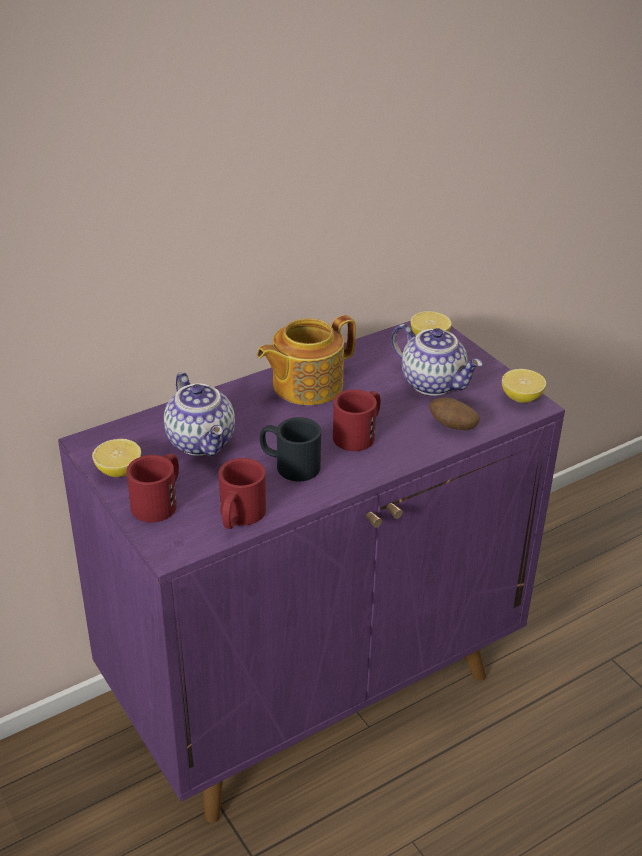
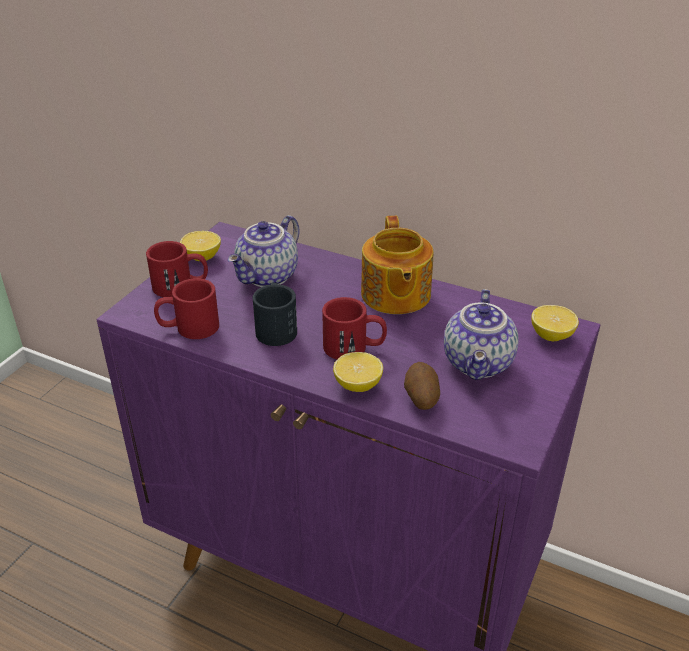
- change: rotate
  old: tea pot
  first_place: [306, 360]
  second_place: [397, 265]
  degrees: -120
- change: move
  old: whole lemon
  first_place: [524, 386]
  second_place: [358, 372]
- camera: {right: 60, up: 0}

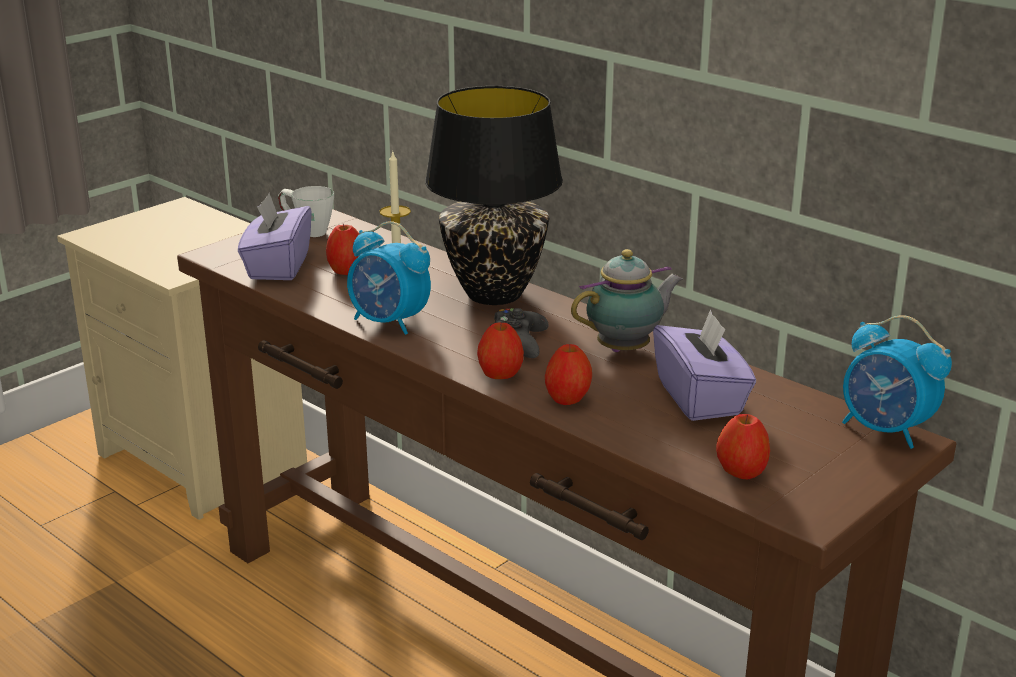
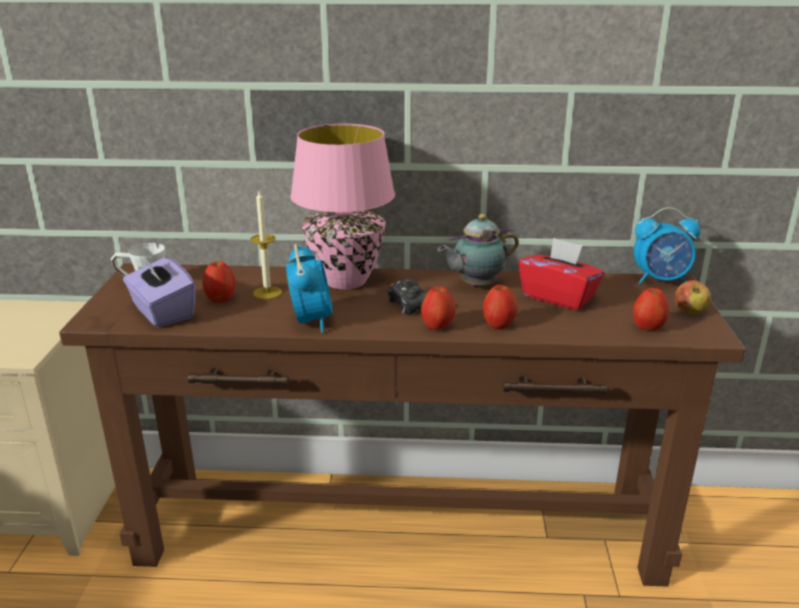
- change: recolor
  old: black table lamp
  new: pink-coloured table lamp
  first_place: [494, 195]
  second_place: [342, 206]
- change: rotate
  old: bedside clock
  first_place: [389, 278]
  second_place: [309, 288]
  degrees: -90
- change: rotate
  old: tea pot
  first_place: [627, 300]
  second_place: [478, 250]
  degrees: -135
- change: recolor
  old: purple box of tissues
  new: reddish box of tissues
  first_place: [704, 365]
  second_place: [561, 274]
- change: insert
  new: apple fruit
  second_place: [693, 297]
- camera: {right: -40, up: 0}

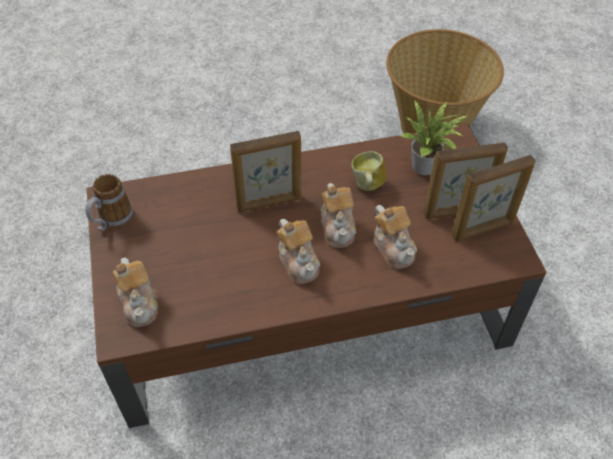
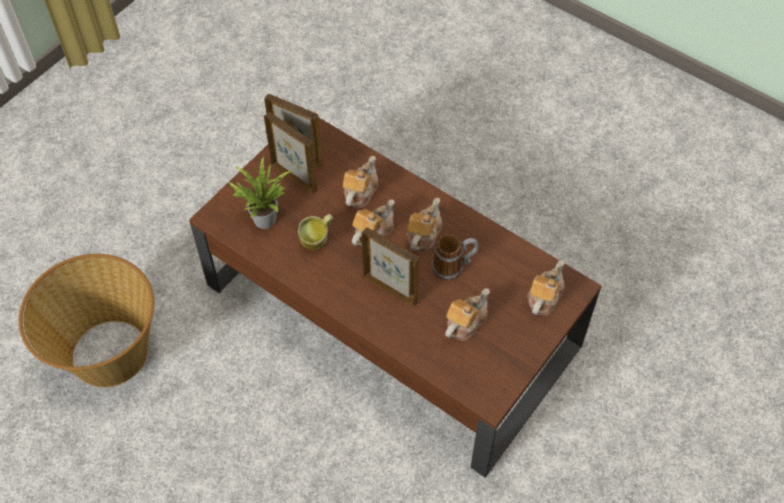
- change: move
  old: tea mug
  first_place: [109, 202]
  second_place: [455, 257]
- change: insert
  new: tea pot
  second_place: [467, 314]
- camera: {right: -130, up: 5}

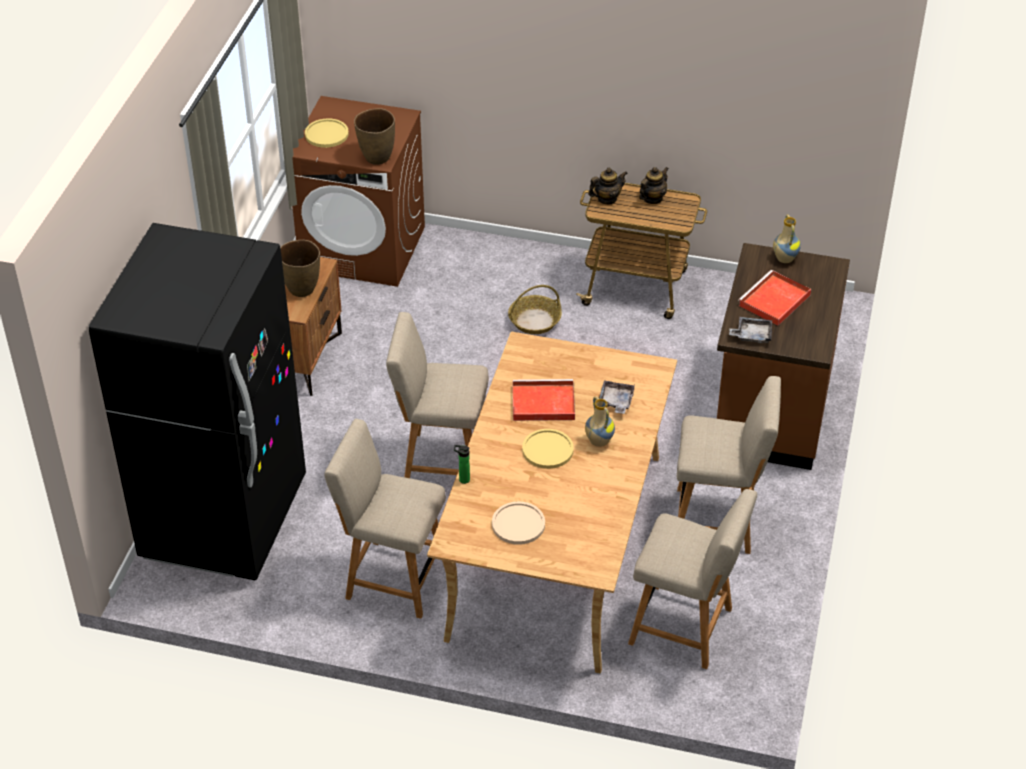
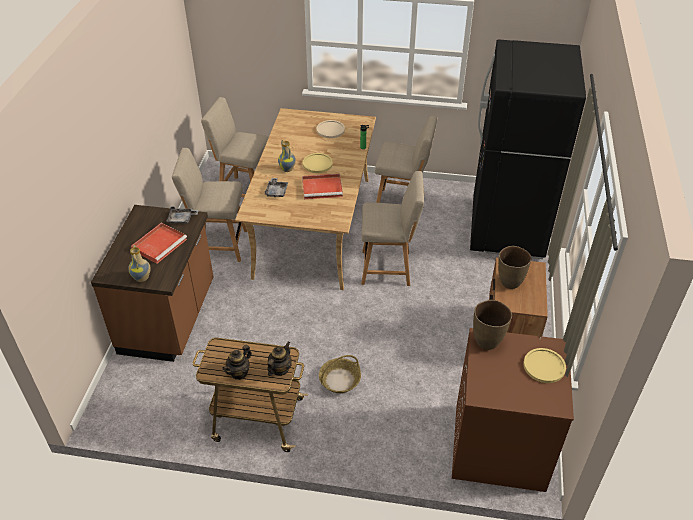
- change: rotate
  old: tea pot
  first_place: [608, 186]
  second_place: [279, 359]
  degrees: 150
- camera: {right: 175, up: 0}

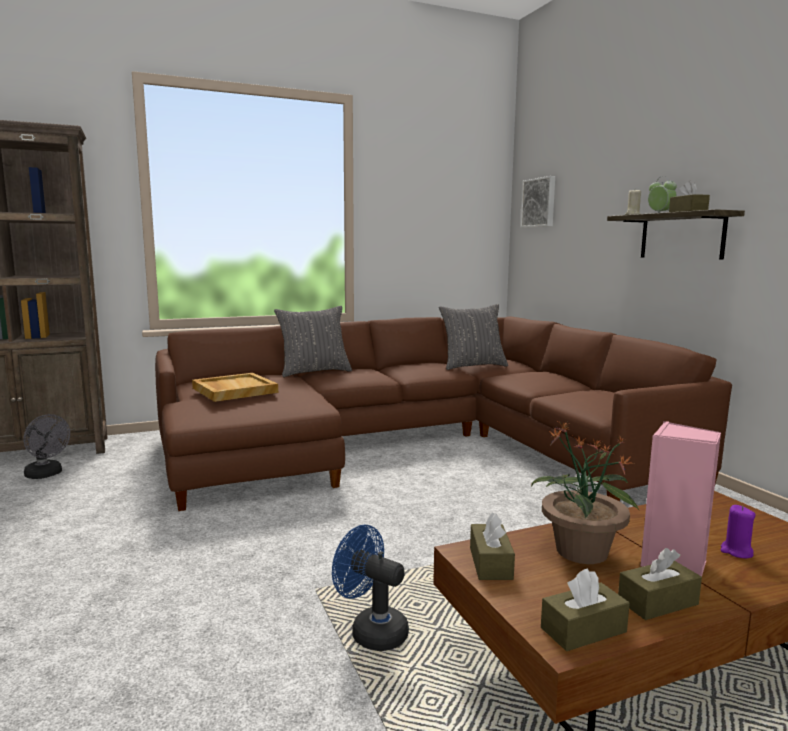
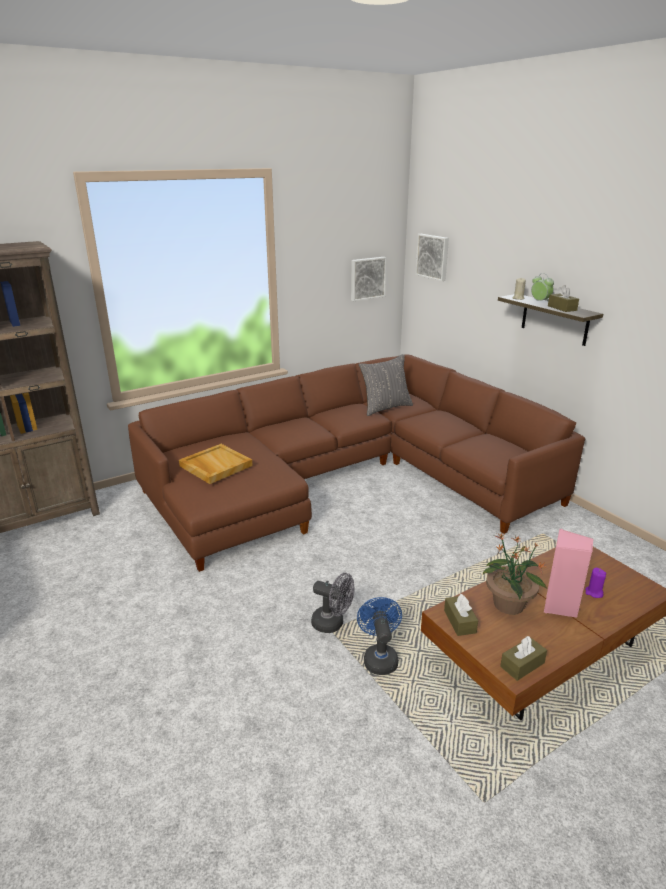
- change: delete
  old: gray cushion
  first_place: [313, 341]
- change: move
  old: gray electric fan
  first_place: [46, 446]
  second_place: [333, 603]
- change: rotate
  old: blue electric fan
  first_place: [370, 588]
  second_place: [379, 636]
  degrees: 60
- change: delete
  old: brownish box of tissues
  first_place: [660, 584]
- change: insert
  new: wall picture
  second_place: [369, 279]
- camera: {right: -10, up: 15}

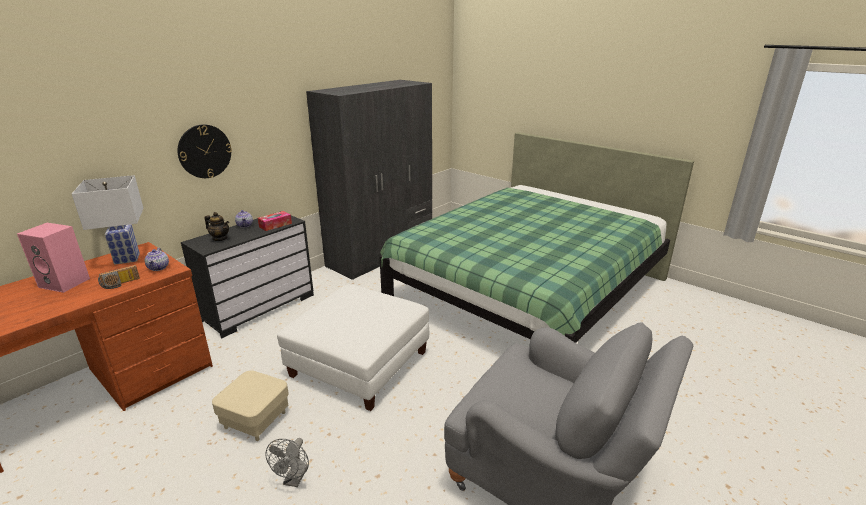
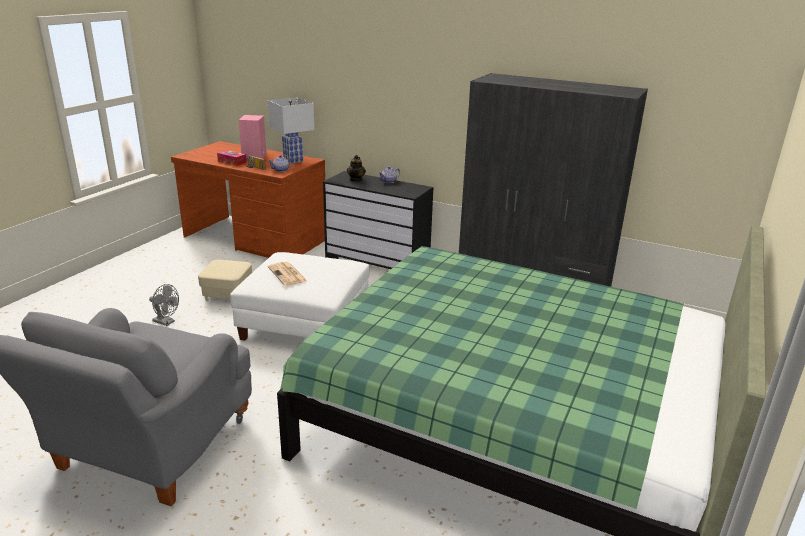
- change: delete
  old: clock on the wall
  first_place: [204, 151]
- change: move
  old: box of tissues
  first_place: [275, 221]
  second_place: [232, 158]
- change: rotate
  old: gray electric fan
  first_place: [287, 462]
  second_place: [164, 305]
  degrees: -150
- change: insert
  new: daily paper
  second_place: [287, 274]
- camera: {right: 75, up: 0}

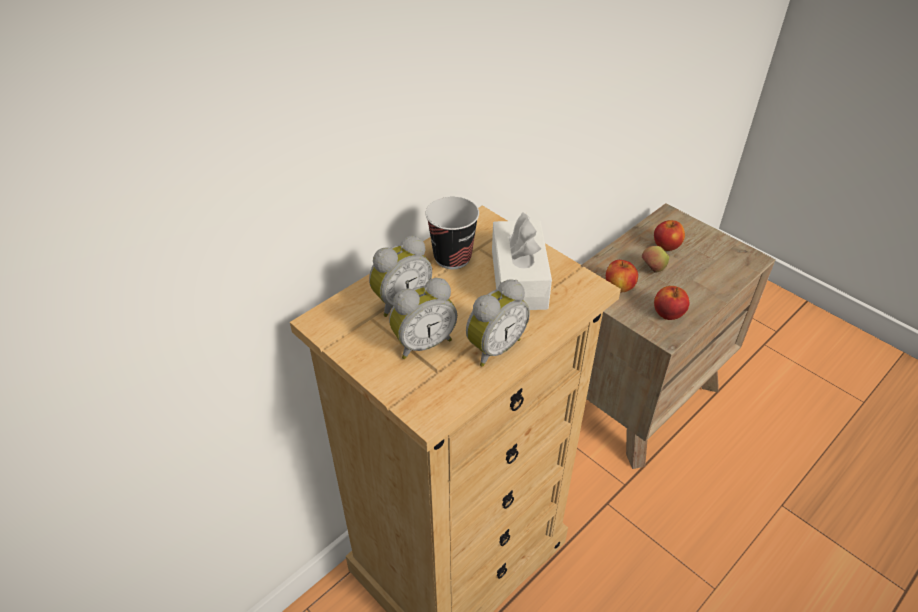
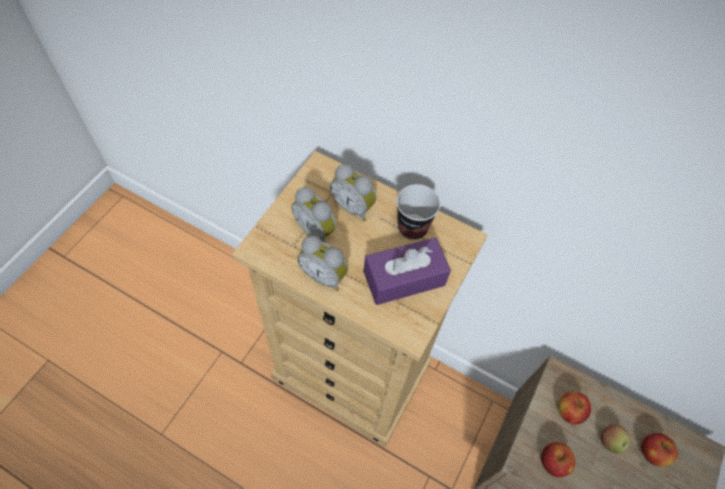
- change: recolor
  old: white-coloured box of tissues
  new: purple box of tissues
  first_place: [522, 261]
  second_place: [407, 271]
- camera: {right: 70, up: 15}

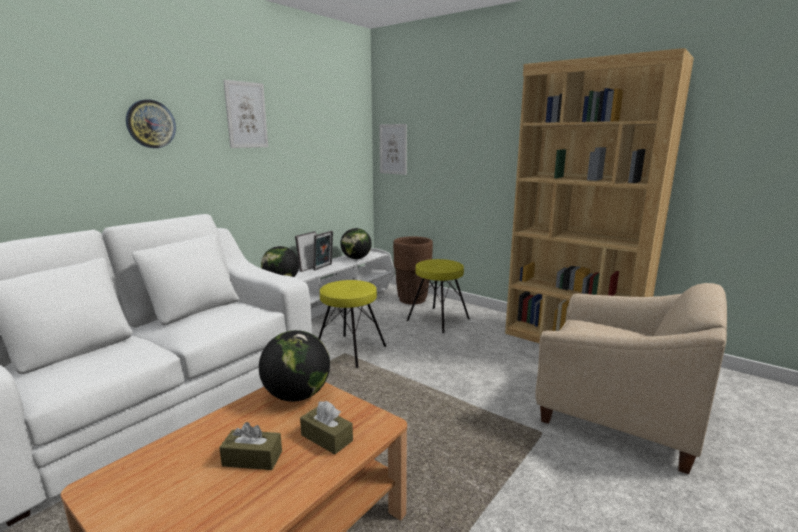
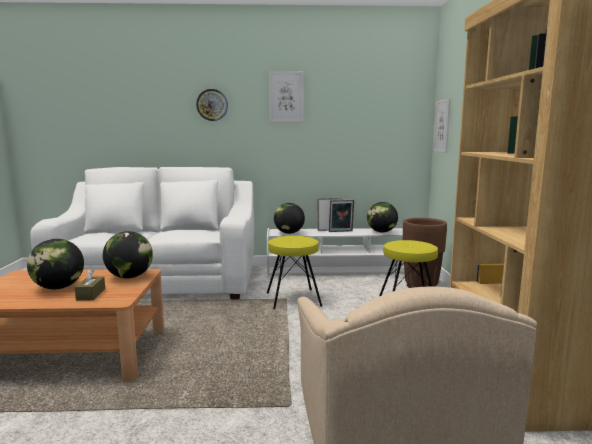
- change: replace
  old: brownish box of tissues
  new: desk globe
  first_place: [250, 446]
  second_place: [55, 264]
- camera: {right: 50, up: -5}

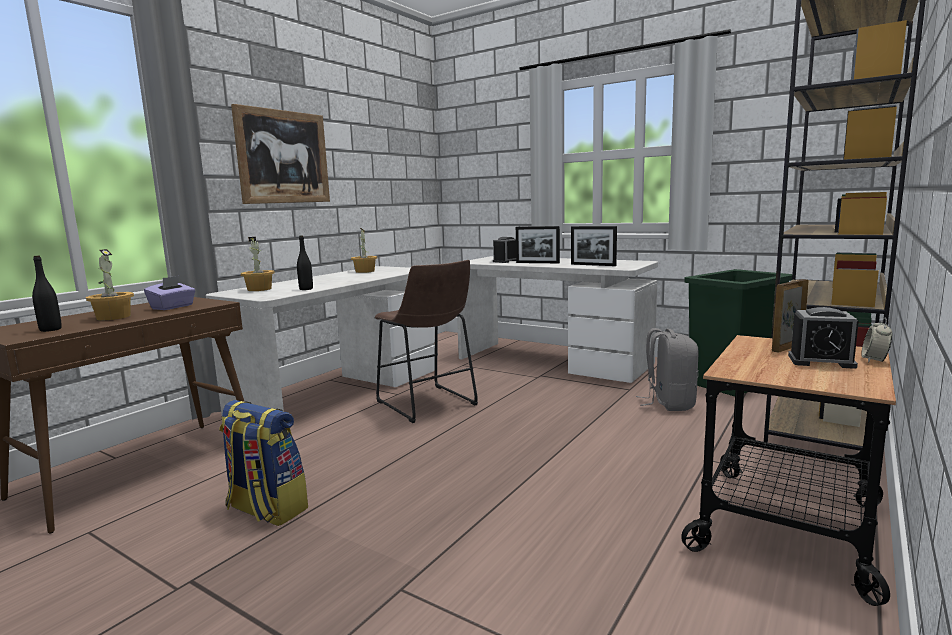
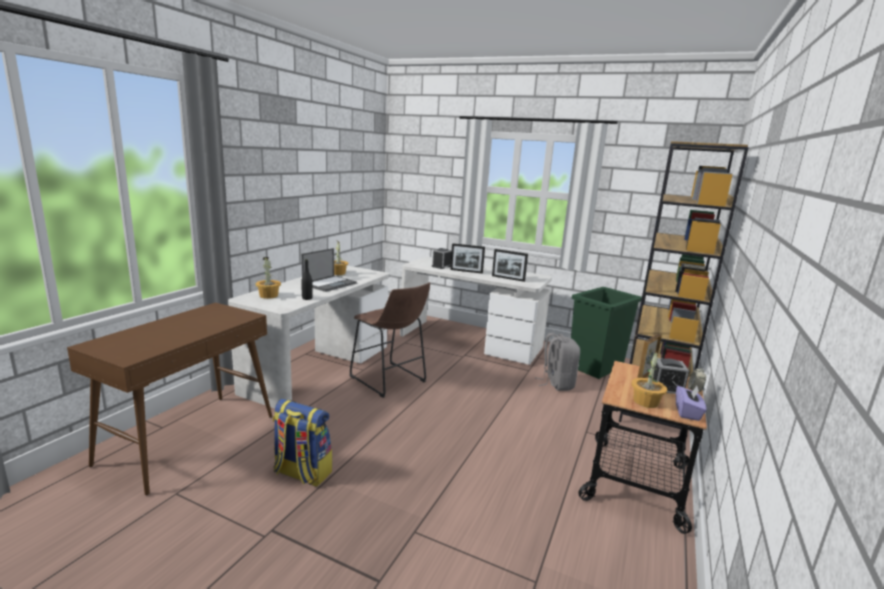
- change: delete
  old: wall picture
  first_place: [280, 154]
- change: move
  old: houseplant
  first_place: [110, 284]
  second_place: [649, 379]
- change: delete
  old: black drink bottle
  first_place: [47, 293]
- change: move
  old: purple box of tissues
  first_place: [170, 293]
  second_place: [691, 403]
- change: insert
  new: notebook computer
  second_place: [329, 270]
- camera: {right: -10, up: 5}

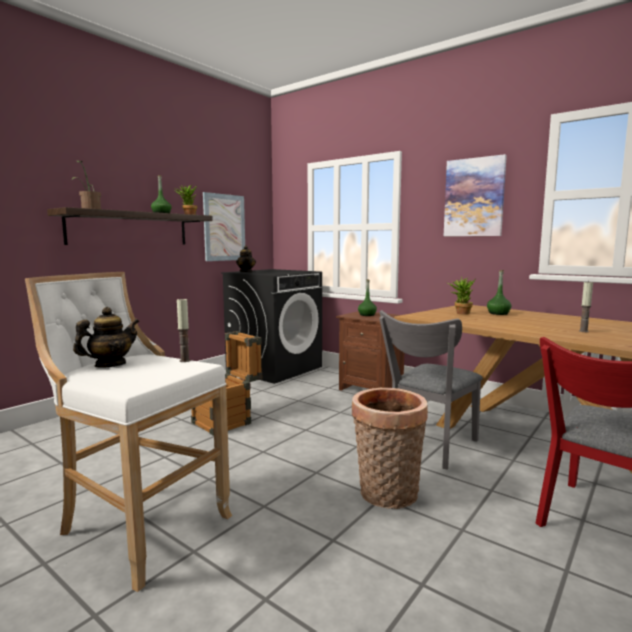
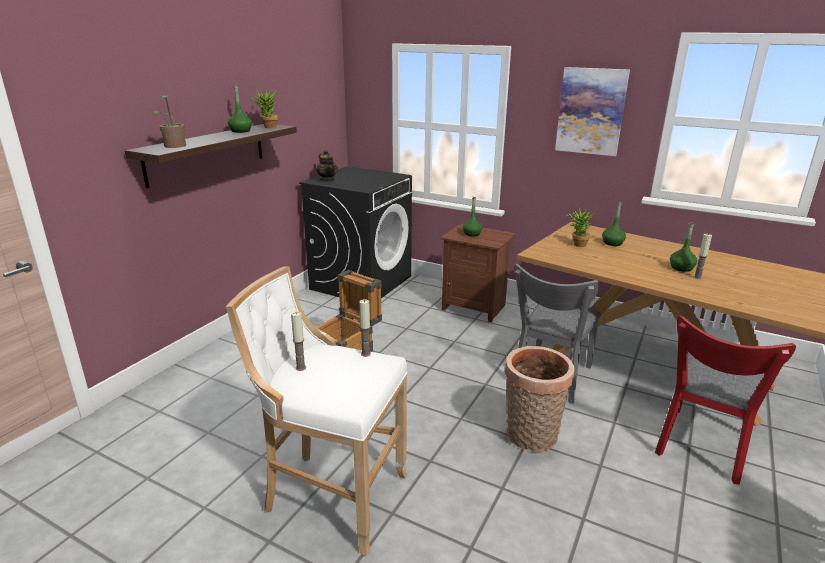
- change: delete
  old: wall picture
  first_place: [224, 226]
- change: replace
  old: tea pot
  new: wax candle
  first_place: [106, 337]
  second_place: [298, 341]
- change: insert
  new: greenish drink bottle
  second_place: [684, 247]
- camera: {right: -10, up: 15}

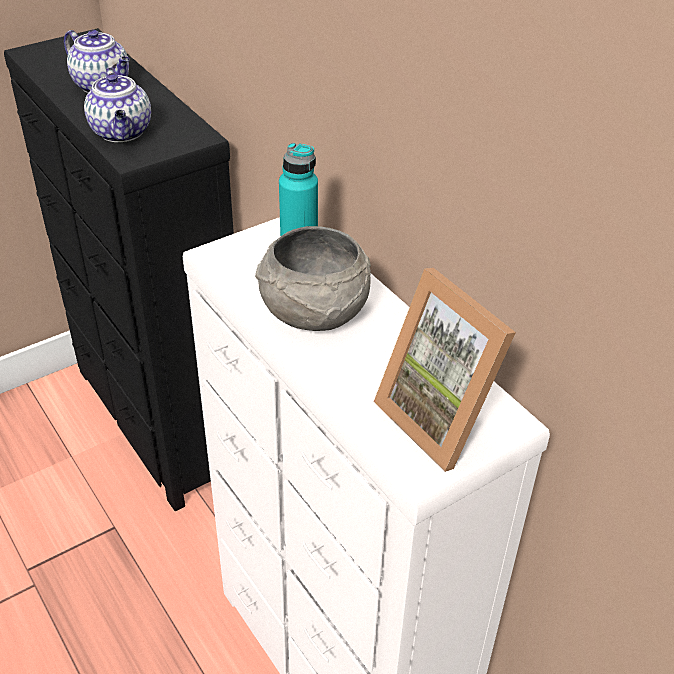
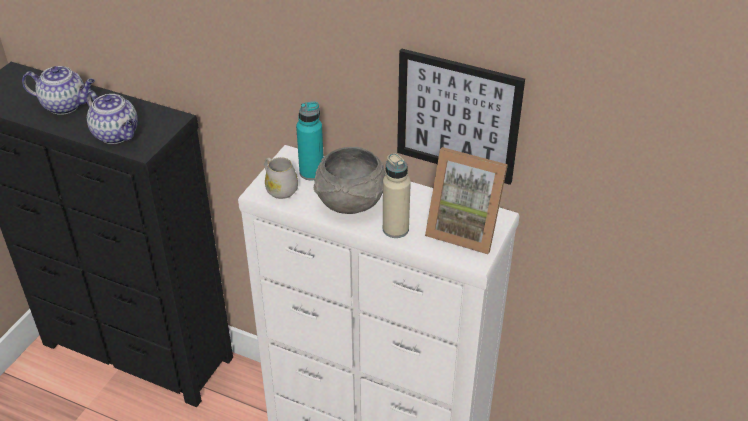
- change: insert
  new: wall picture
  second_place: [461, 116]
- change: insert
  new: sand-coloured drink bottle
  second_place: [397, 195]
- change: insert
  new: white-coloured tea mug
  second_place: [281, 178]
- camera: {right: -30, up: 0}

